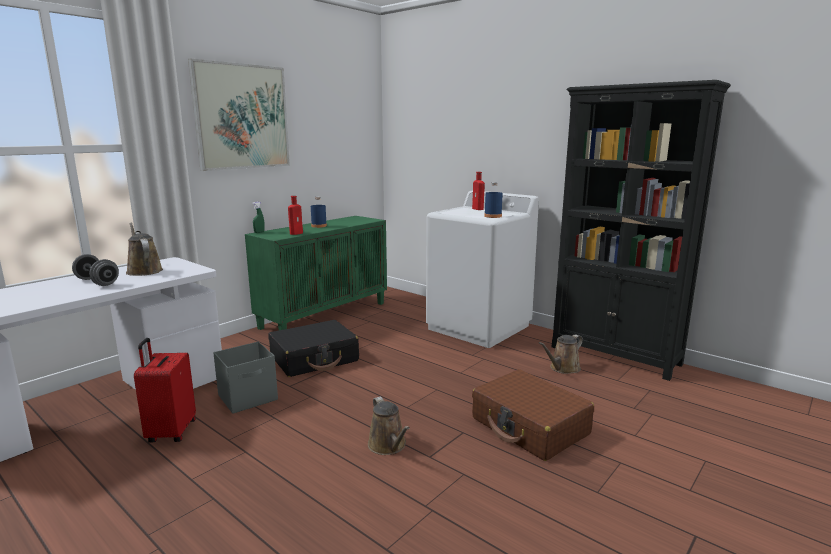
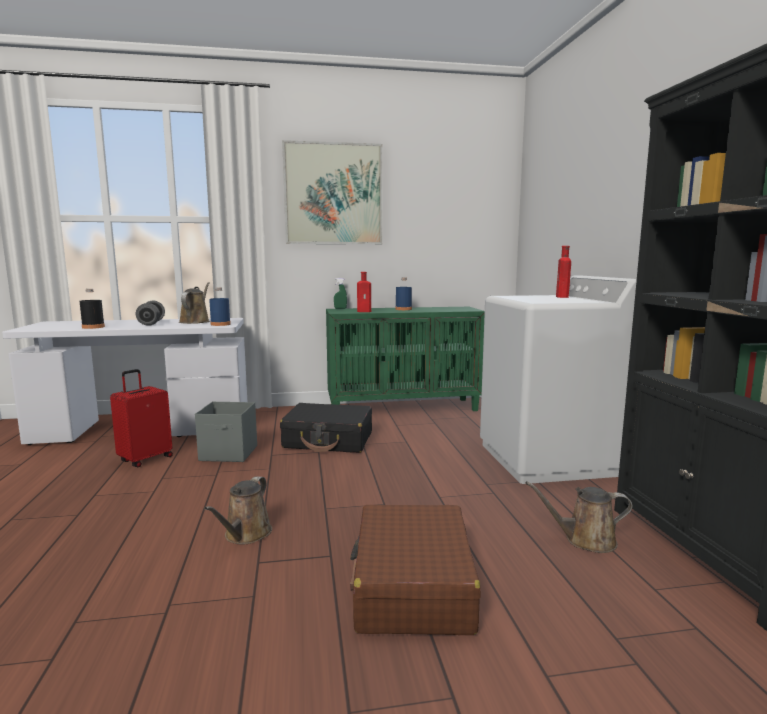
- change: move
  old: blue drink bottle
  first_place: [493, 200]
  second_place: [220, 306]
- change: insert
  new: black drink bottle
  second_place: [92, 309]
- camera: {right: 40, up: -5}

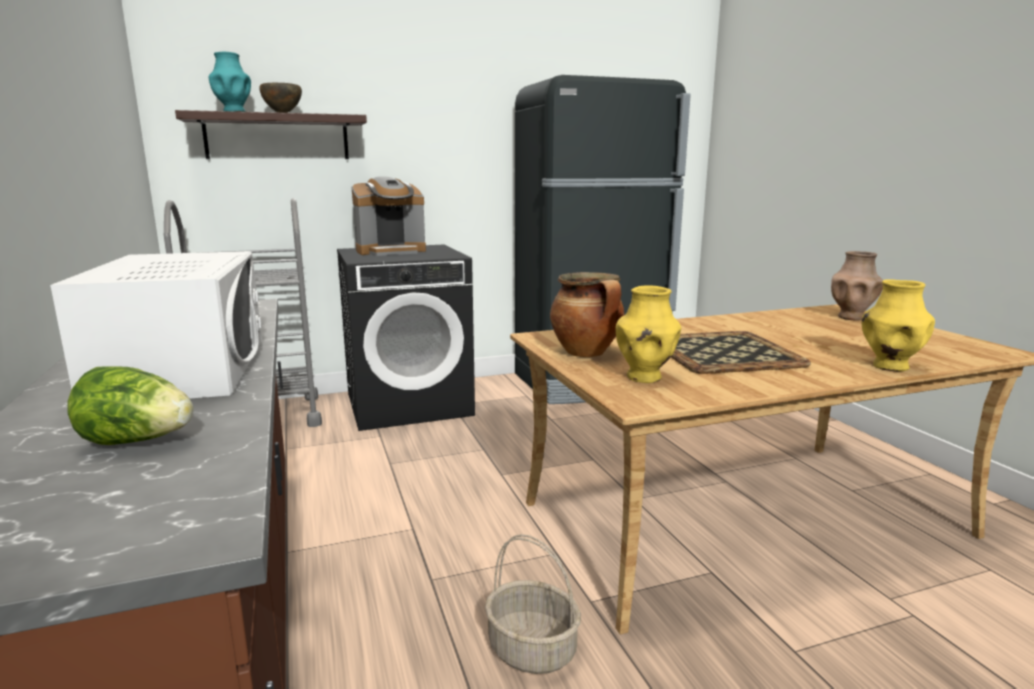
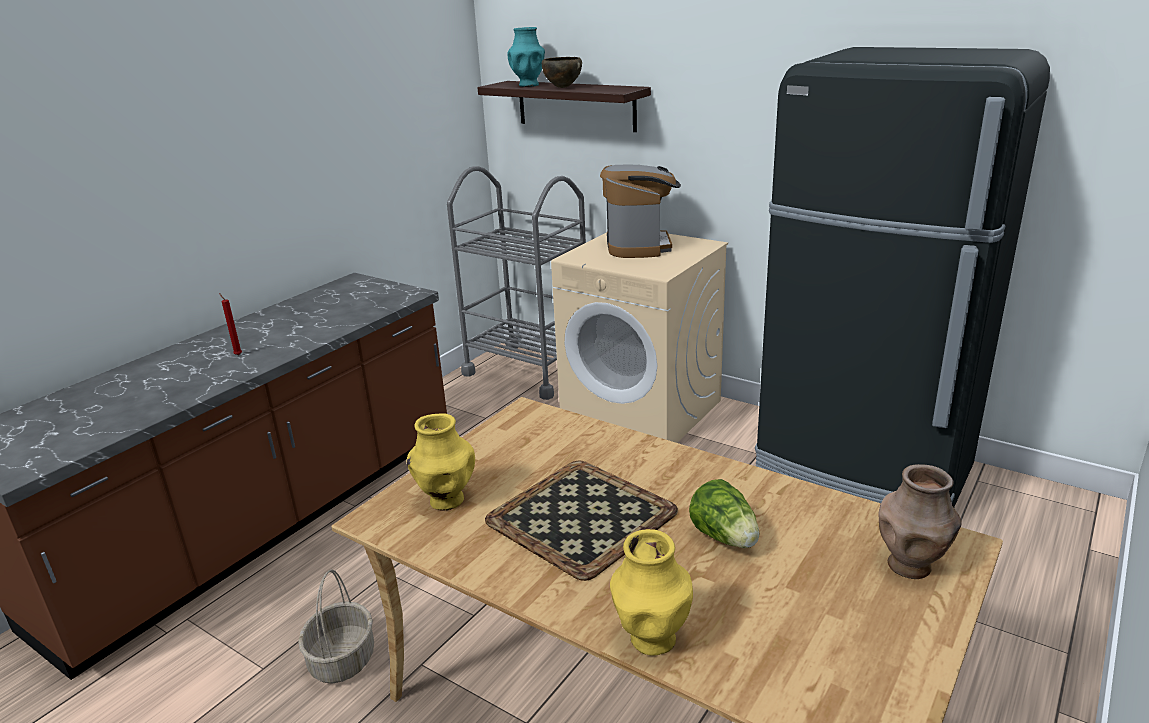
- change: rotate
  old: coffee machine
  first_place: [389, 216]
  second_place: [640, 211]
  degrees: -120
- change: recolor
  old: black laundry appliance
  new: sand-coloured laundry appliance
  first_place: [406, 337]
  second_place: [639, 338]
- change: replace
  old: white-coloured kitchen microwave
  new: reddish wax candle
  first_place: [156, 325]
  second_place: [230, 324]
- change: delete
  old: saucepot
  first_place: [587, 314]
- change: move
  old: head of lettuce
  first_place: [130, 405]
  second_place: [724, 513]
- camera: {right: 55, up: 10}

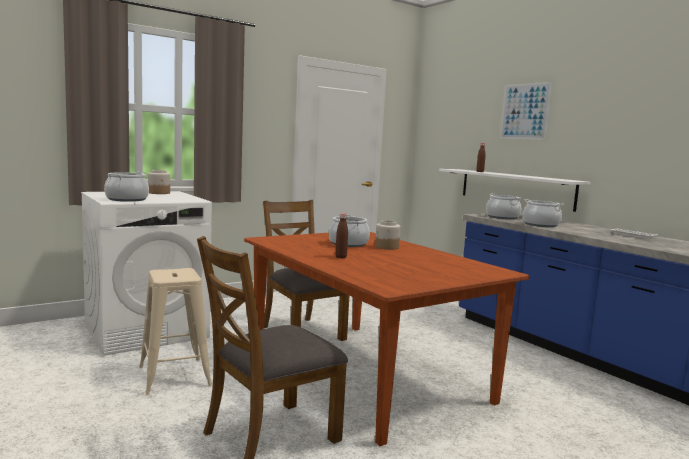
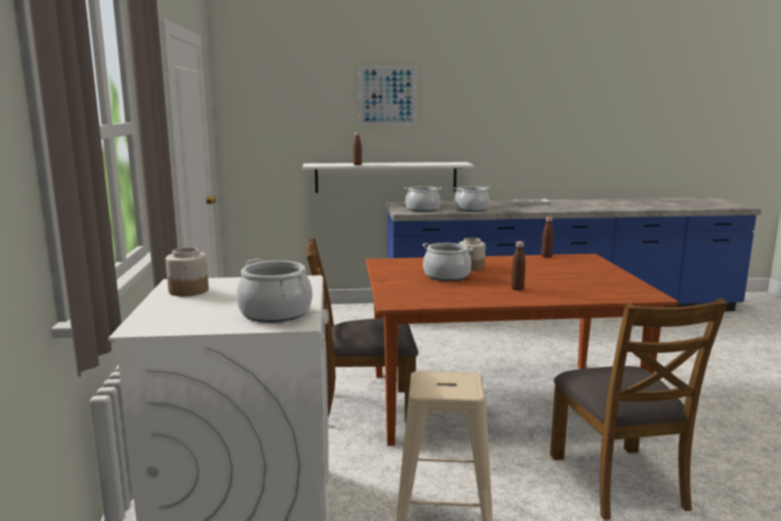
- change: insert
  new: brownish drink bottle
  second_place: [547, 237]
- camera: {right: -60, up: 5}

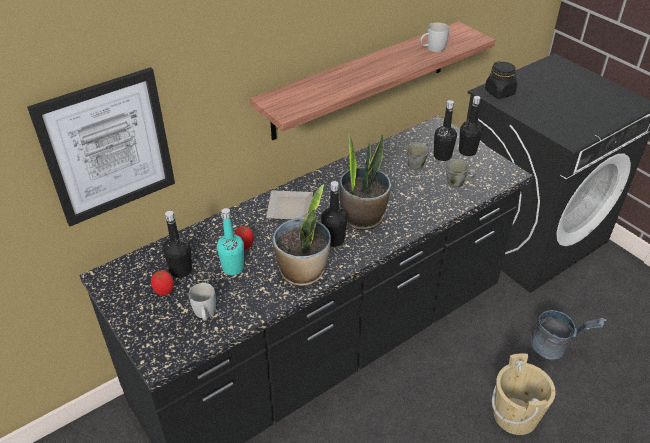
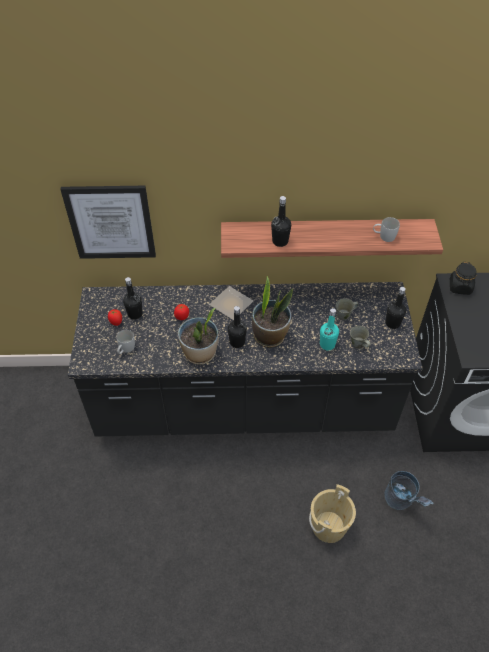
- change: move
  old: black drink bottle
  first_place: [445, 130]
  second_place: [281, 221]
- change: move
  old: turquoise drink bottle
  first_place: [230, 241]
  second_place: [329, 329]
- camera: {right: 35, up: 10}

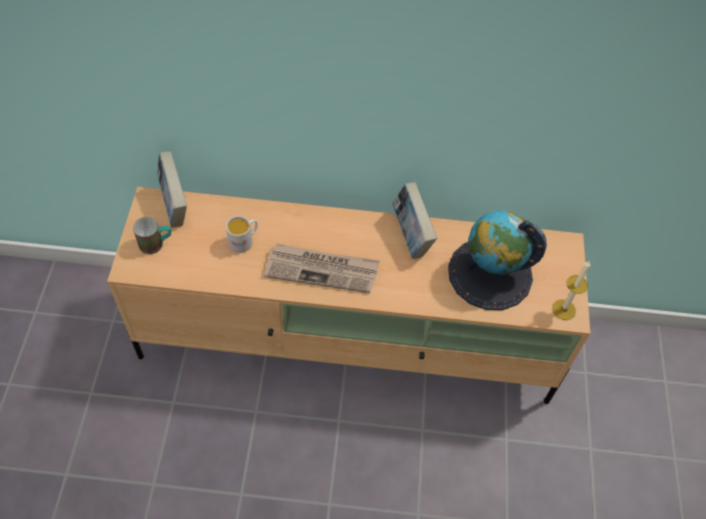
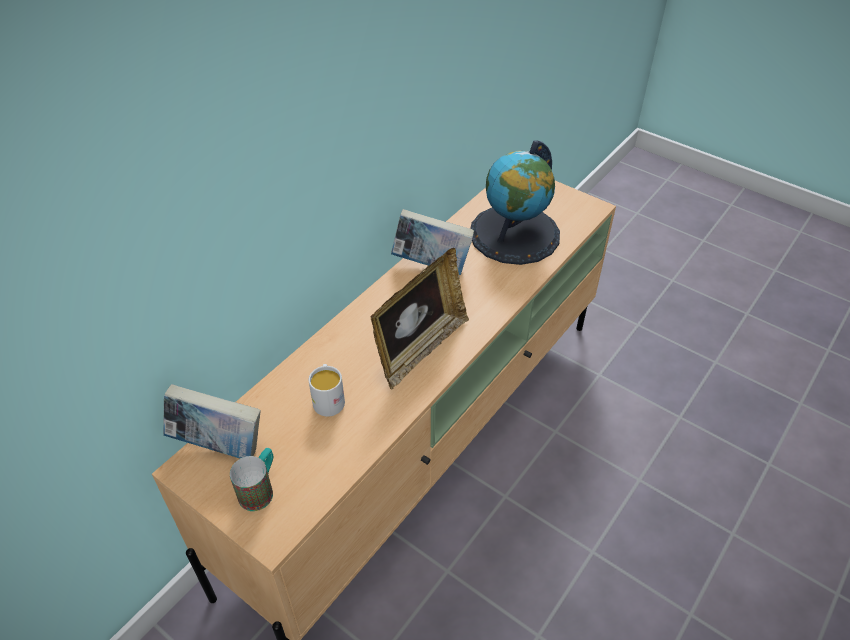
- change: replace
  old: daily paper
  new: picture frame
  first_place: [322, 268]
  second_place: [419, 319]
- change: delete
  old: wax candle
  first_place: [571, 290]
- camera: {right: -55, up: -10}

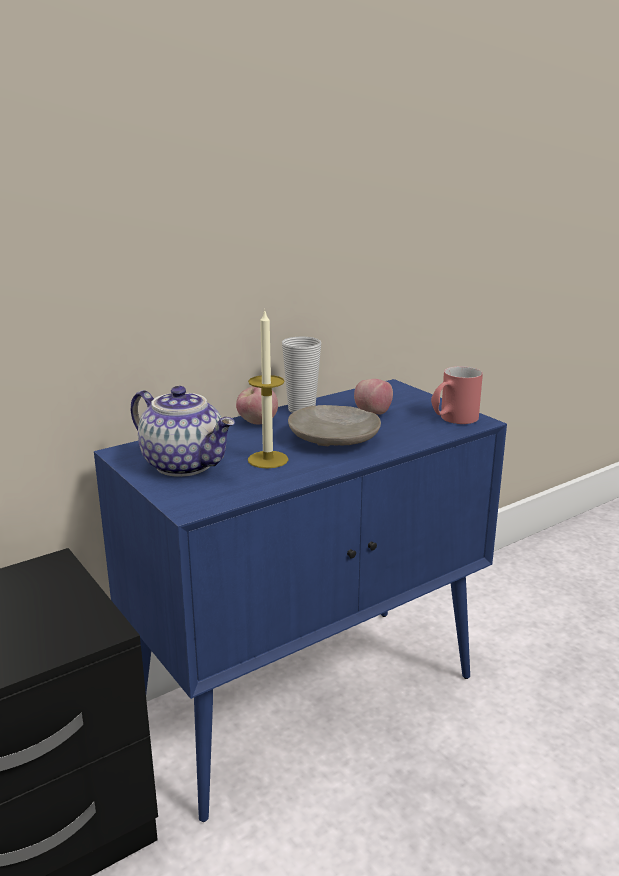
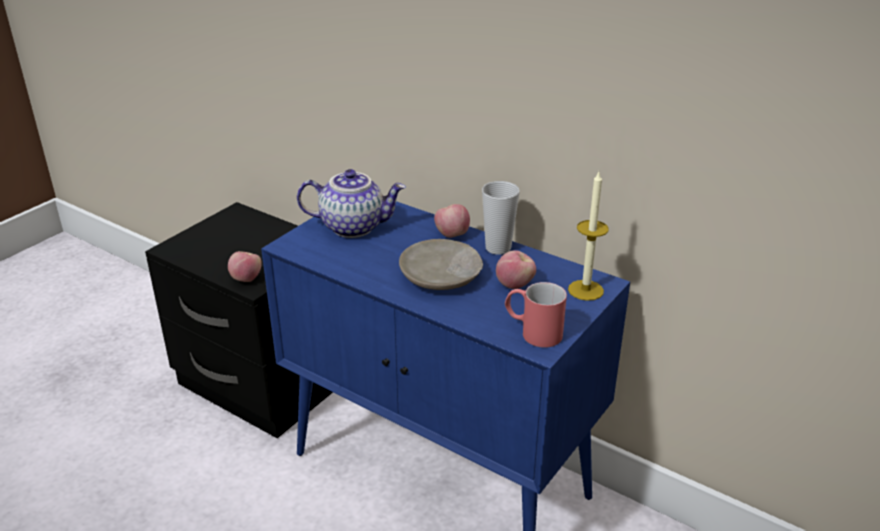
- change: move
  old: wax candle
  first_place: [268, 389]
  second_place: [588, 236]
- change: rotate
  old: tea pot
  first_place: [183, 431]
  second_place: [351, 203]
  degrees: -105
- change: insert
  new: apple fruit
  second_place: [245, 266]
- camera: {right: 70, up: 10}

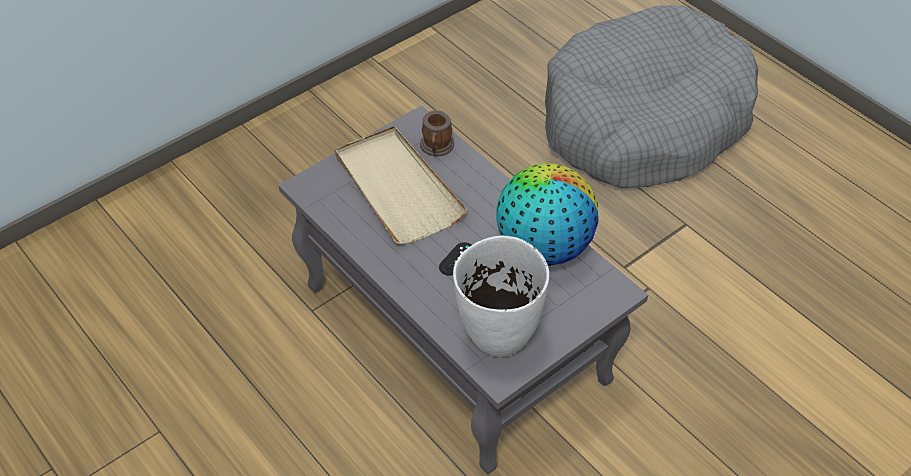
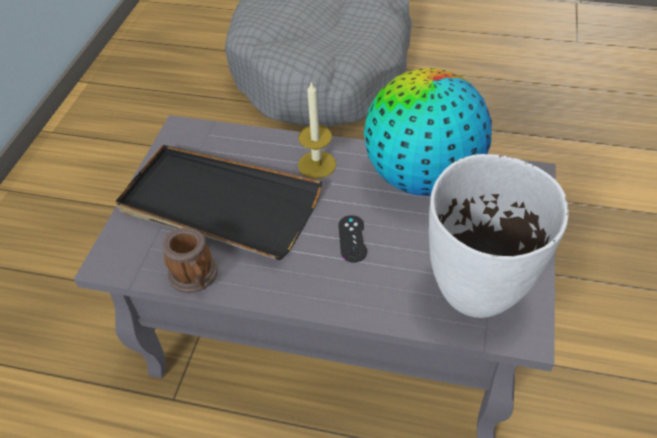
- change: move
  old: tea mug
  first_place: [437, 133]
  second_place: [189, 260]
- change: recolor
  old: sand-coloured tray
  new: black tray
  first_place: [401, 185]
  second_place: [218, 202]
- change: insert
  new: wax candle
  second_place: [317, 130]
- camera: {right: -35, up: 0}

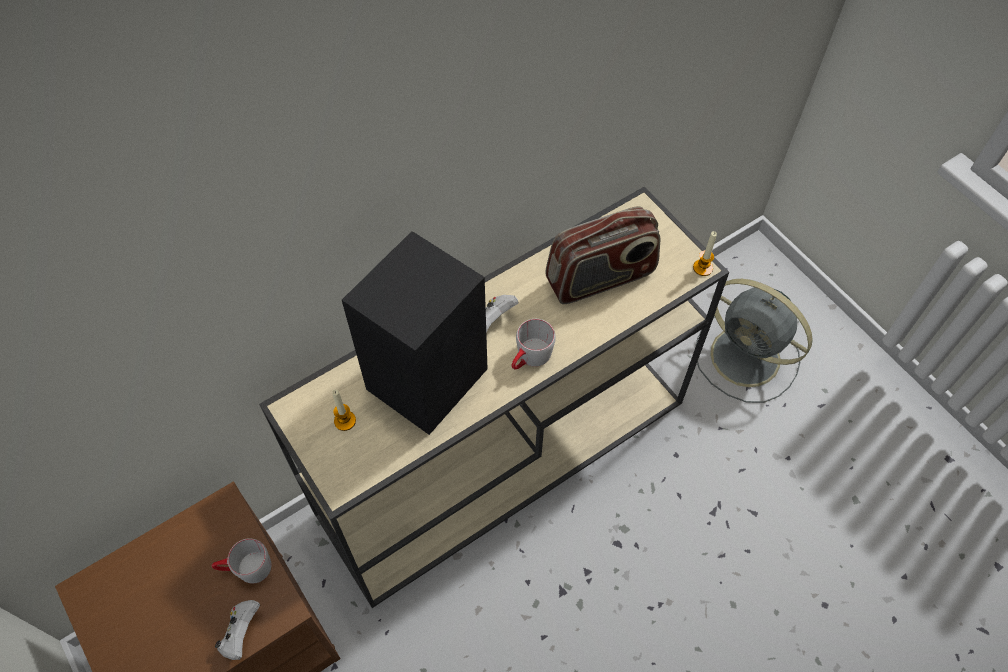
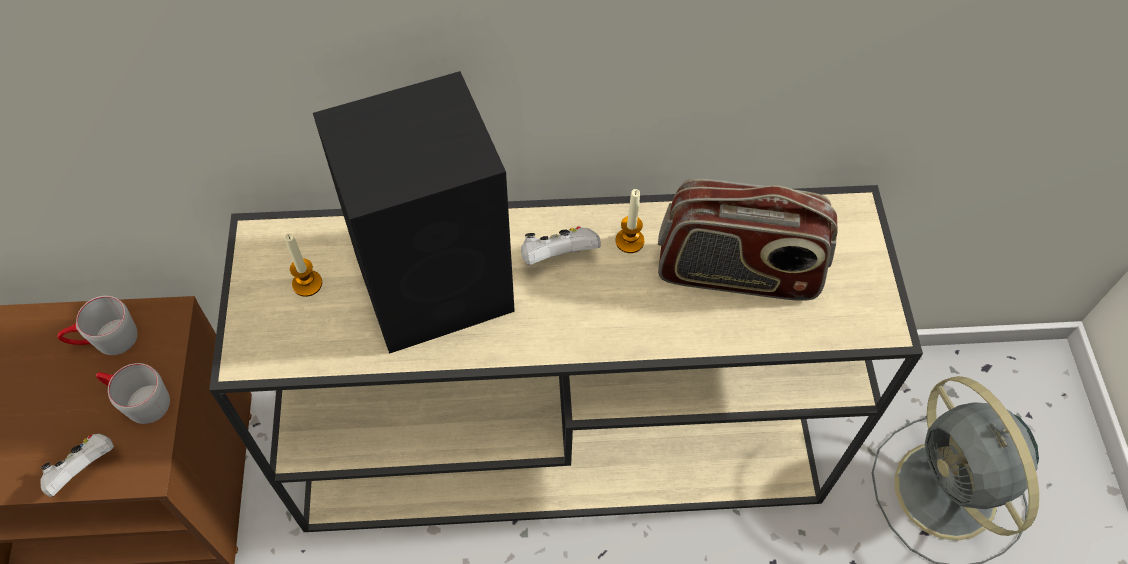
- change: move
  old: wax candle
  first_place: [705, 253]
  second_place: [630, 221]
- change: move
  old: gray tea mug
  first_place: [534, 344]
  second_place: [97, 325]
- camera: {right: 30, up: 0}

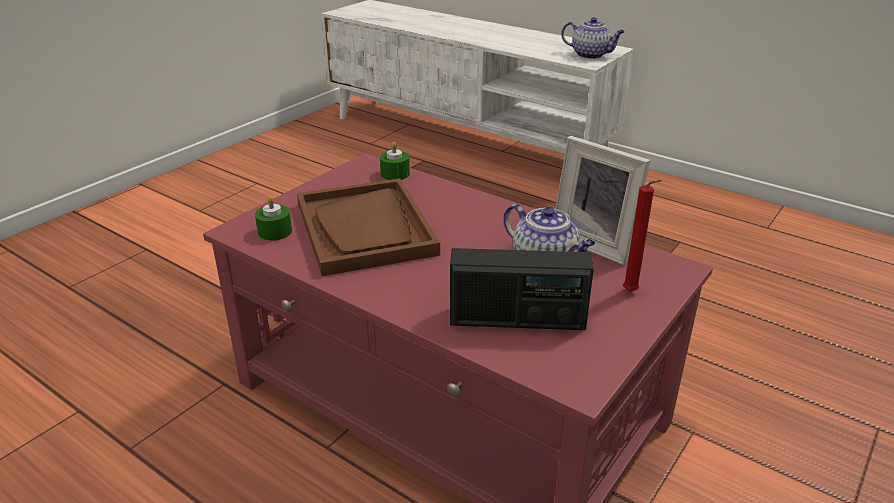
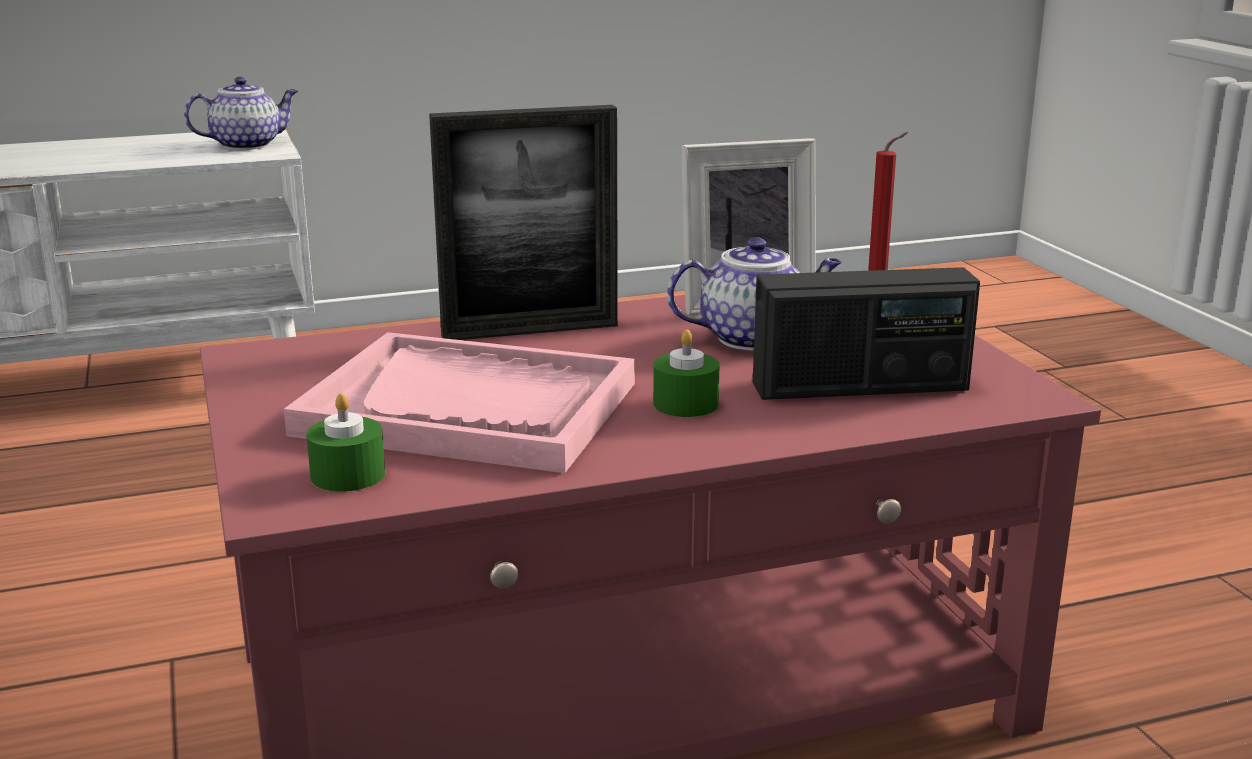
- change: move
  old: greenish wax candle
  first_place: [395, 161]
  second_place: [686, 373]
- change: recolor
  old: brownish tray
  new: pink-coloured tray
  first_place: [368, 227]
  second_place: [459, 402]
- change: rotate
  old: radio receiver
  first_place: [522, 289]
  second_place: [866, 333]
  degrees: 45
- change: insert
  new: picture frame
  second_place: [523, 222]
- camera: {right: -55, up: -10}

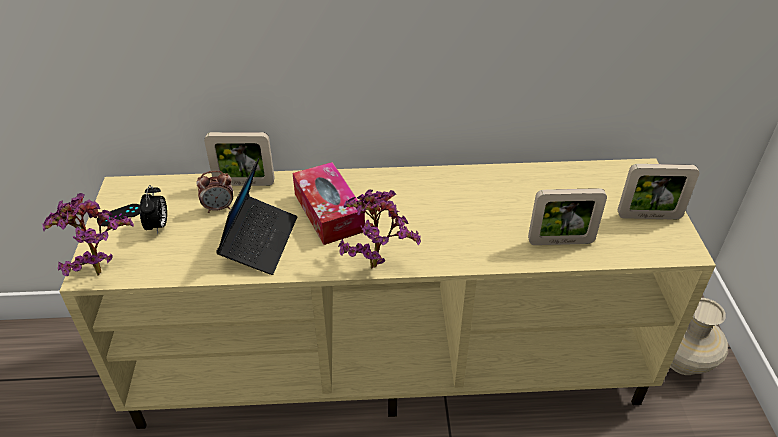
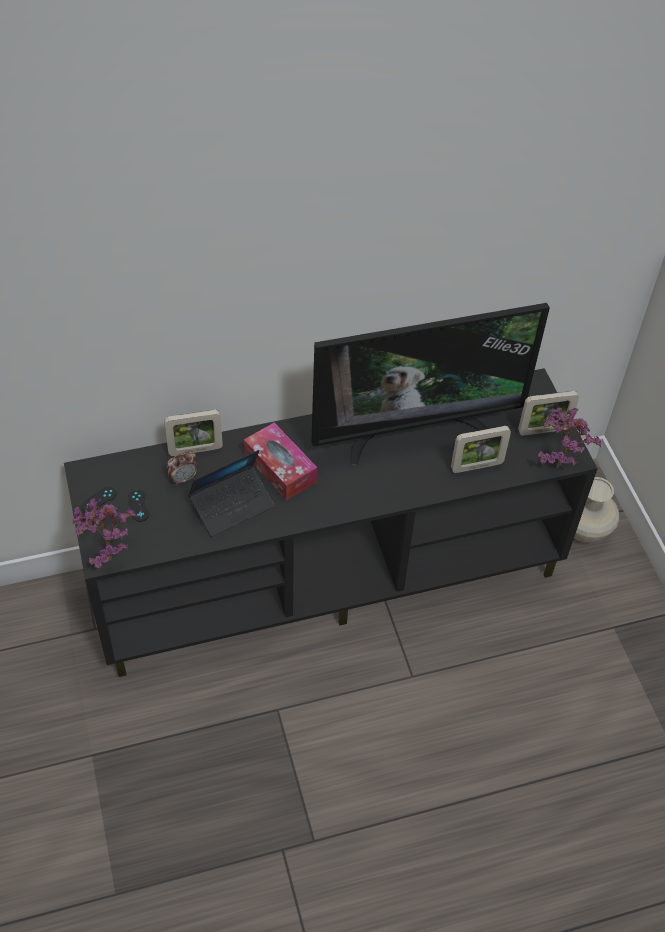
- change: recolor
  old: sand-coloured tv unit
  new: black tv unit
  first_place: [387, 293]
  second_place: [331, 522]
- change: rotate
  old: notebook computer
  first_place: [256, 216]
  second_place: [231, 493]
  degrees: 60
- change: replace
  old: bedside clock
  new: black game controller
  first_place: [153, 209]
  second_place: [138, 506]
- change: move
  old: houseplant
  first_place: [379, 229]
  second_place: [569, 438]
- change: insert
  new: TV
  second_place: [430, 384]
- camera: {right: -15, up: 10}

